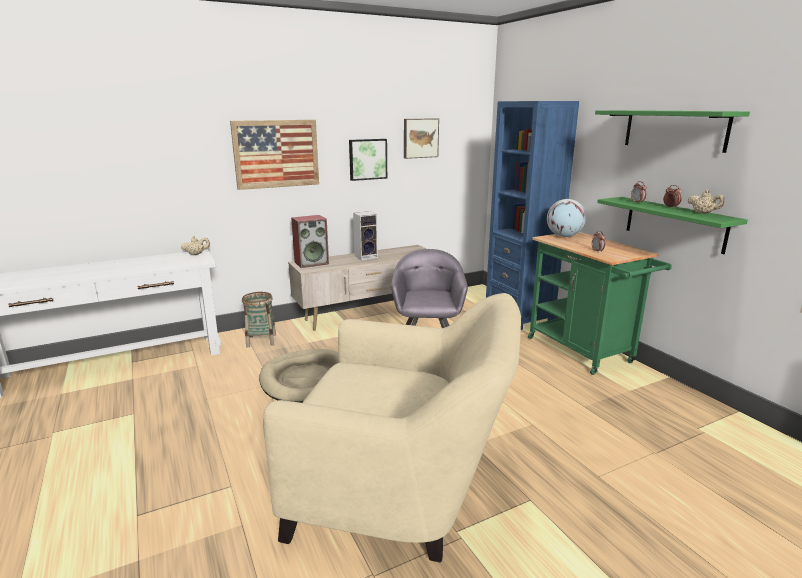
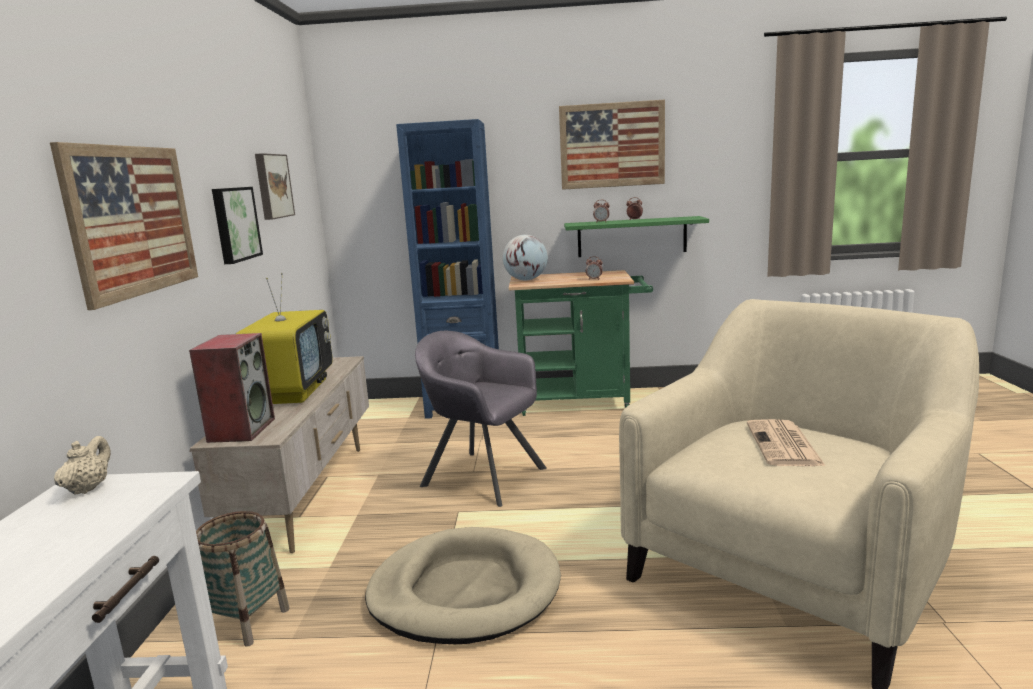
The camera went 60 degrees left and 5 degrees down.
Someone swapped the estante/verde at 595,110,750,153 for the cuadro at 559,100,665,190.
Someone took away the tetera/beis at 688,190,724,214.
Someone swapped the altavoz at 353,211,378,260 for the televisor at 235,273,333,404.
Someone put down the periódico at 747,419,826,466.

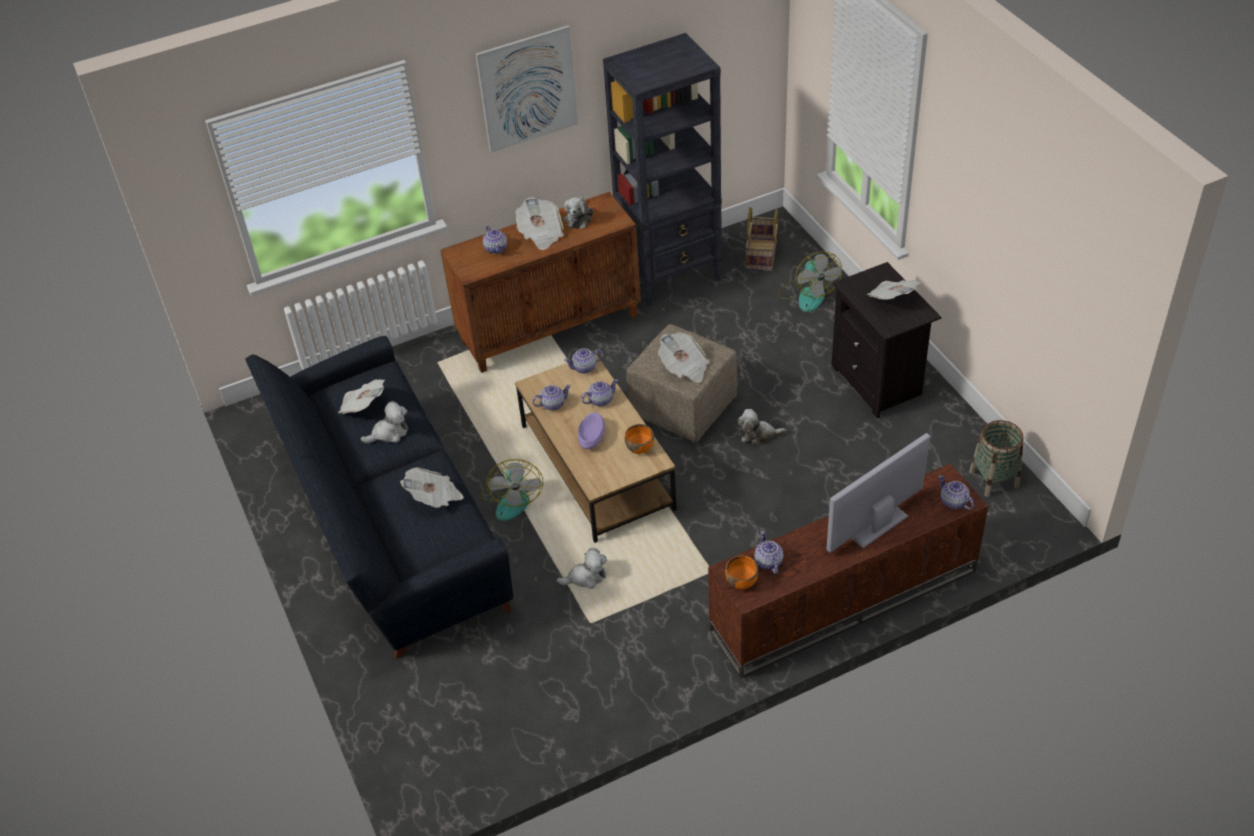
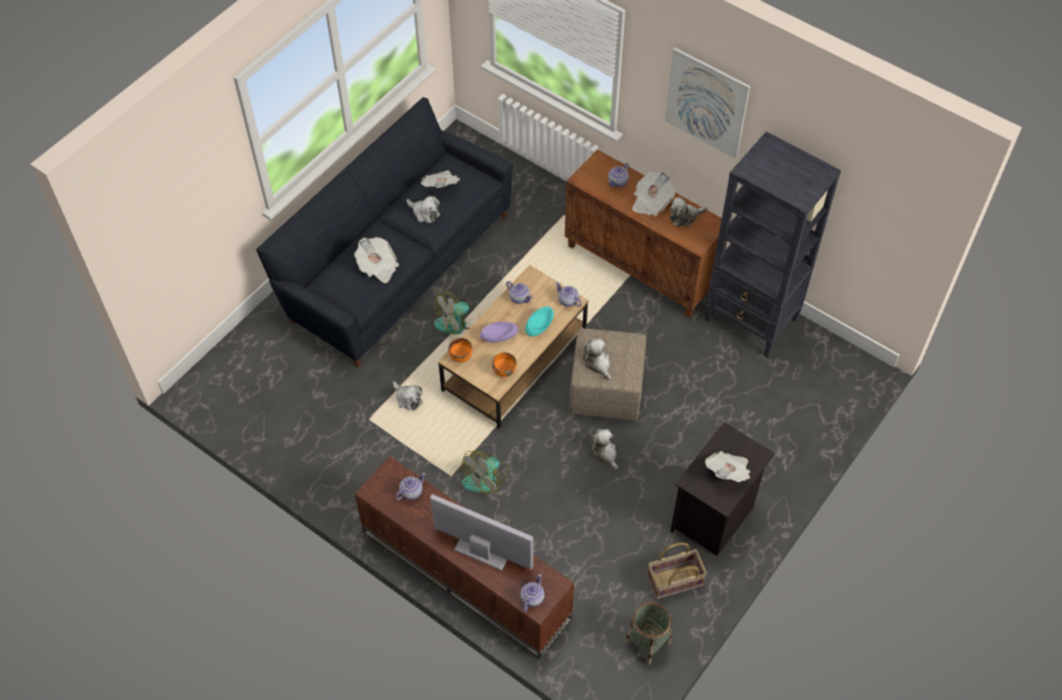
The camera went 60 degrees right and 10 degrees up.
Someone carried the cesta from 745,207,778,272 to 647,543,707,599.
Someone carried the ventilador from 778,252,842,312 to 462,451,509,494.
Someone swapped the periódico at 658,333,709,383 for the peluche at 583,339,611,380.
Someone swapped the tetera at 582,379,618,406 for the cuenco/turquesa at 525,306,554,336.
Someone carried the cuenco/naranja from 725,555,759,589 to 448,338,473,362.

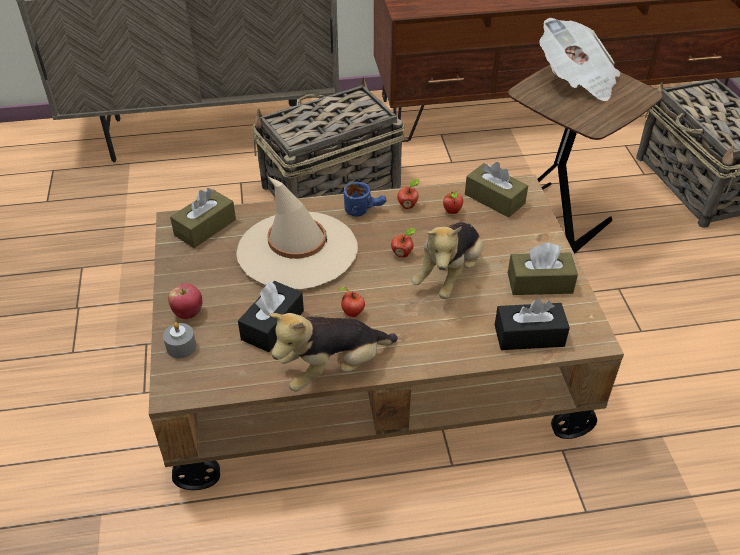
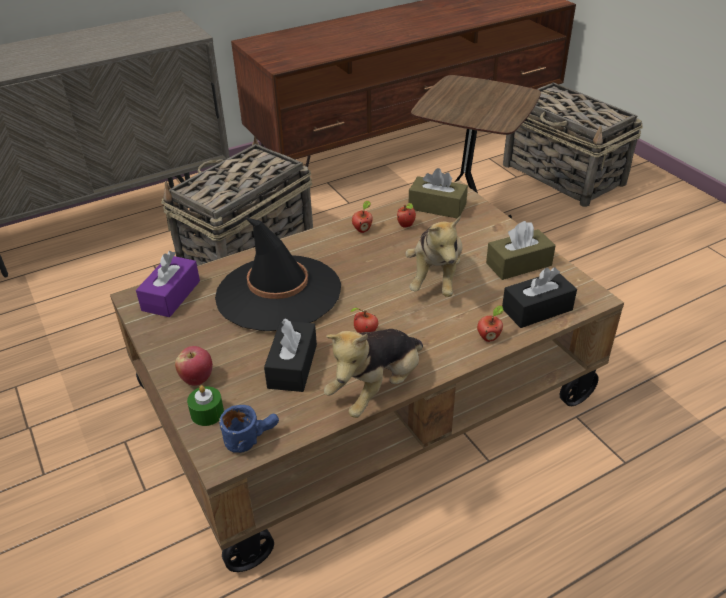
The camera went 20 degrees left and 5 degrees down.
Someone took away the periódico at 539,18,620,101.
Someone repainted the sombrero/beis at 236,176,358,289, which became the sombrero/negro at 215,217,341,331.
Someone carried the taza grande/azul from 343,182,386,217 to 219,405,279,453.
Someone repainted the caja de pañuelos/marrón at 170,188,236,248, which became the caja de pañuelos/morado at 136,251,200,317.
Someone carried the manzana from 391,228,416,257 to 477,306,503,342.
Someone repainted the vela/gris at 163,323,196,359, which became the vela/verde at 187,385,224,426.

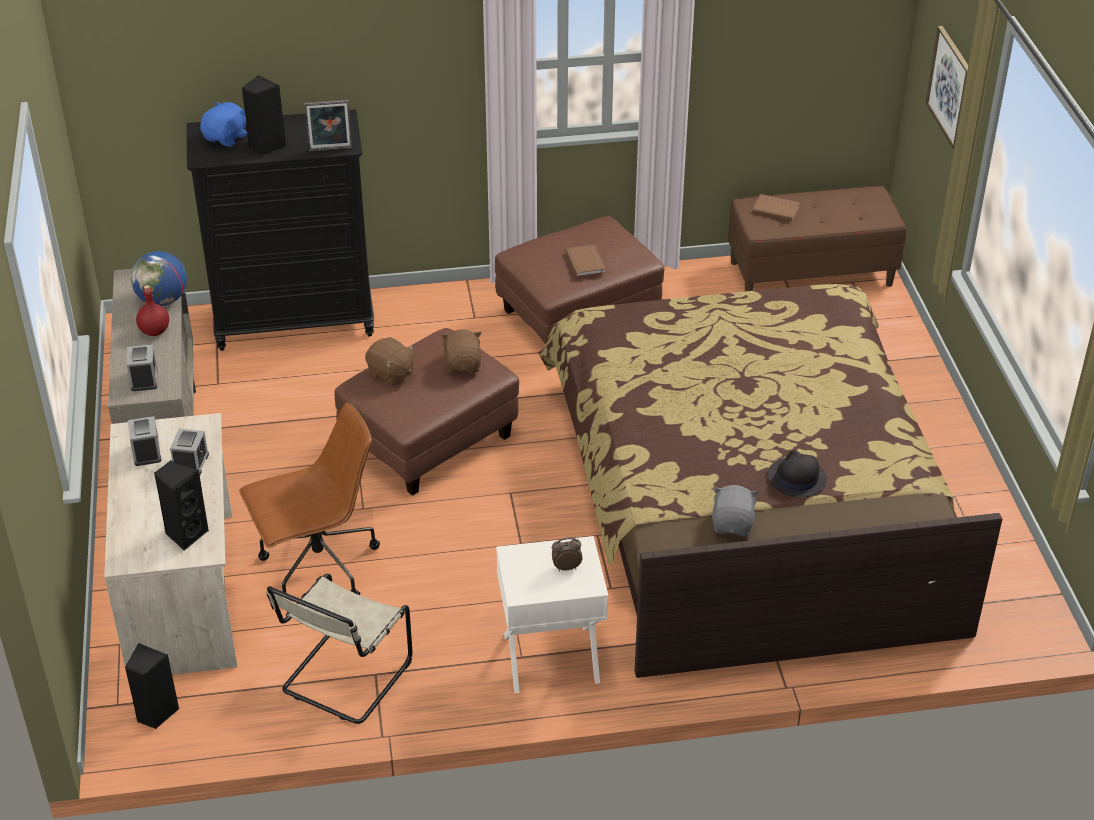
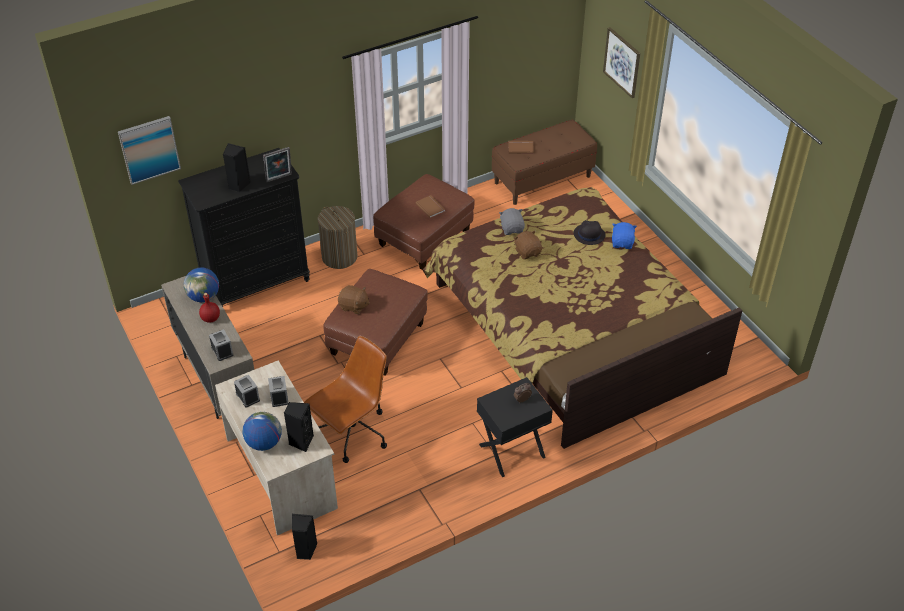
The camera went 20 degrees left and 5 degrees up.
Someone carried the peluche/azul from 200,102,247,147 to 612,222,637,249.
Someone carried the peluche/marrón from 440,329,482,374 to 514,231,542,259.
Someone carried the sombrero/negro from 767,450,827,497 to 573,220,606,245.
Someone carried the peluche/gris from 712,485,759,536 to 499,208,525,235.
Someone repainted the mesita de noche/blanco at 496,536,608,693, which became the mesita de noche/negro at 477,377,553,477.
Someone took away the silla/beis at 266,574,413,724.
Someone put up the cuadro at 118,116,181,185.
Someone put down the cesto de la ropa at 317,206,357,269.
Someone put down the globo terráqueo at 242,412,282,451.

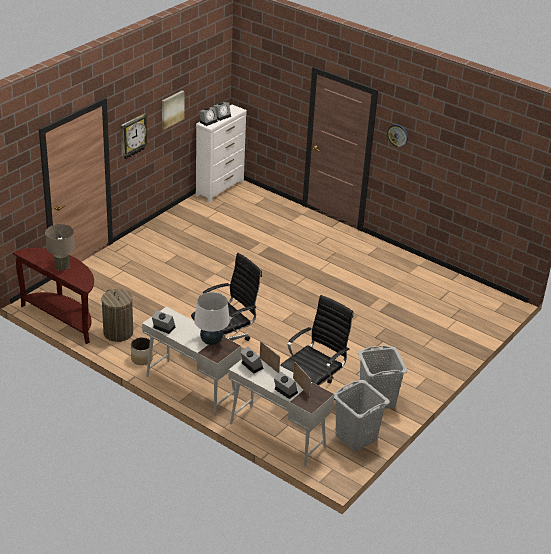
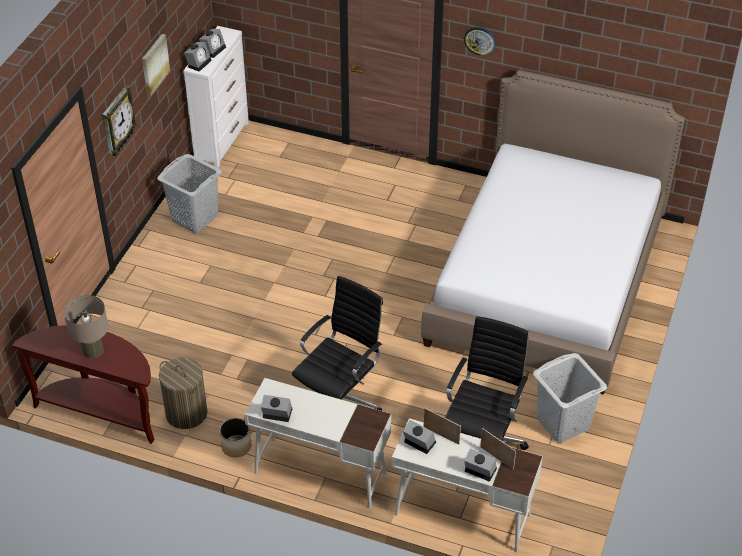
The camera went 15 degrees left and 10 degrees up.
Someone took away the lámpara de mesa/blanco at 194,292,230,345.
Someone carried the cesto de la ropa/gris from 334,380,390,451 to 157,154,222,233.
Someone put down the cama at 421,70,685,395.

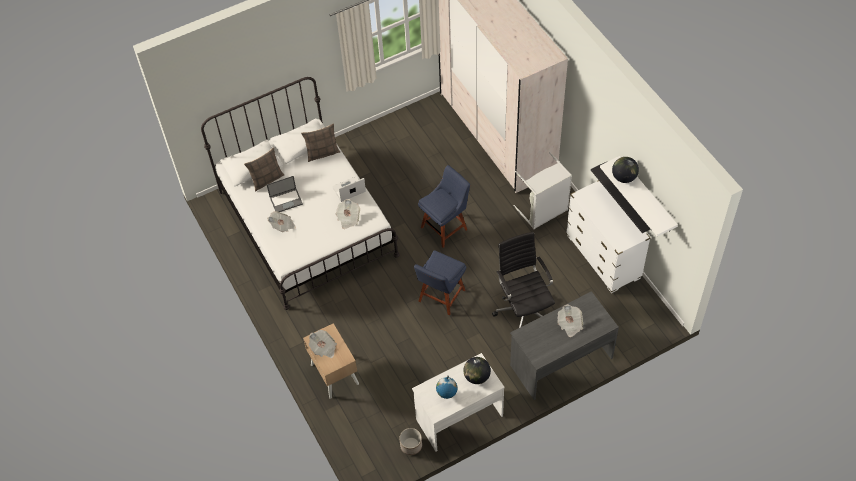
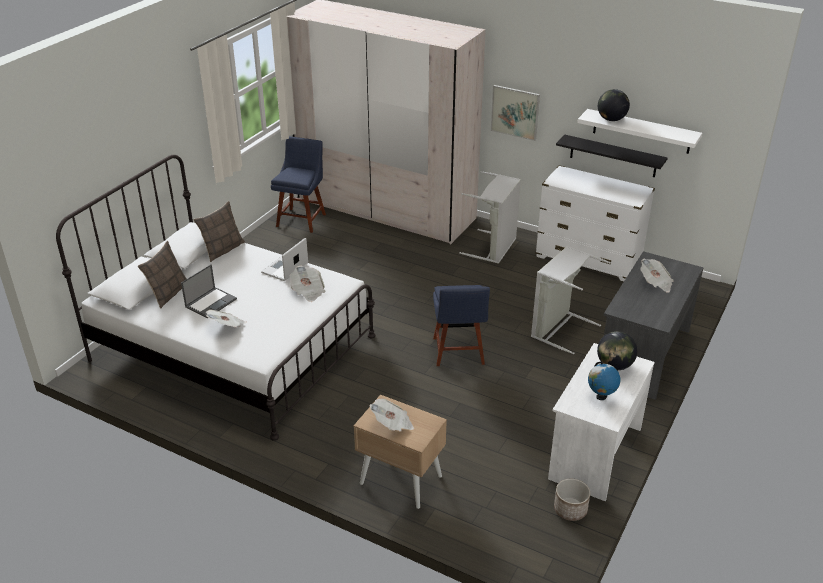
The camera went 35 degrees left and 20 degrees down.
Someone carried the silla/azul from 418,165,470,248 to 271,136,326,233.
Someone swapped the silla de oficina/negro at 492,232,555,328 for the cesto de la ropa/gris at 531,246,611,354.
Someone put up the cuadro at 491,85,540,141.

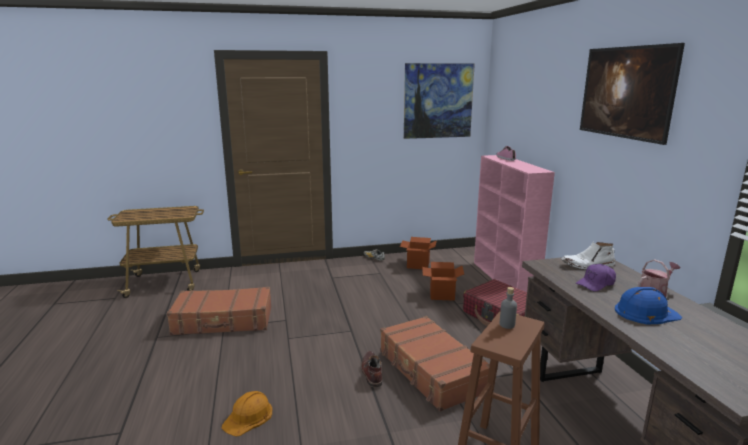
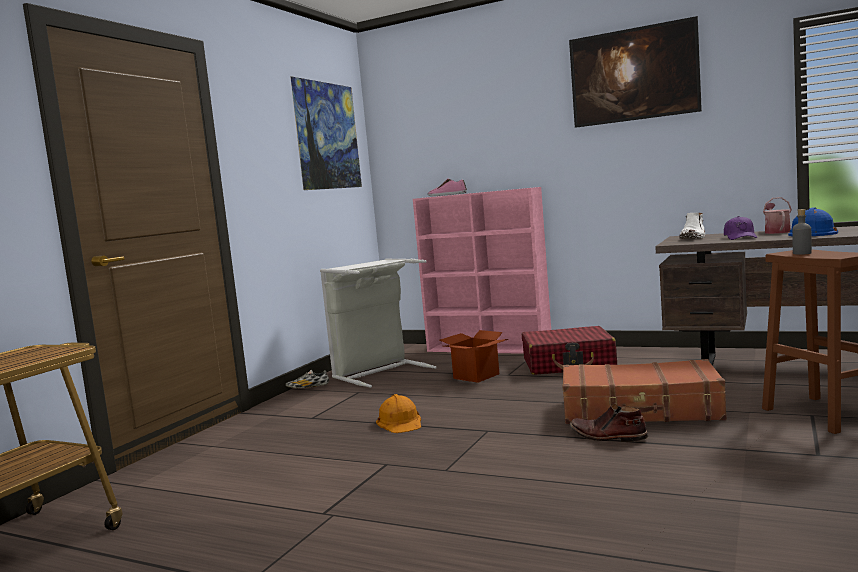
The camera went 50 degrees left and 10 degrees down.
Someone swapped the caja de cartón at 400,237,437,269 for the cesto de la ropa/gris at 320,259,437,388.
Someone took away the maleta/marrón at 167,287,272,335.
Someone carried the casco/naranja from 222,391,272,437 to 376,394,421,433.

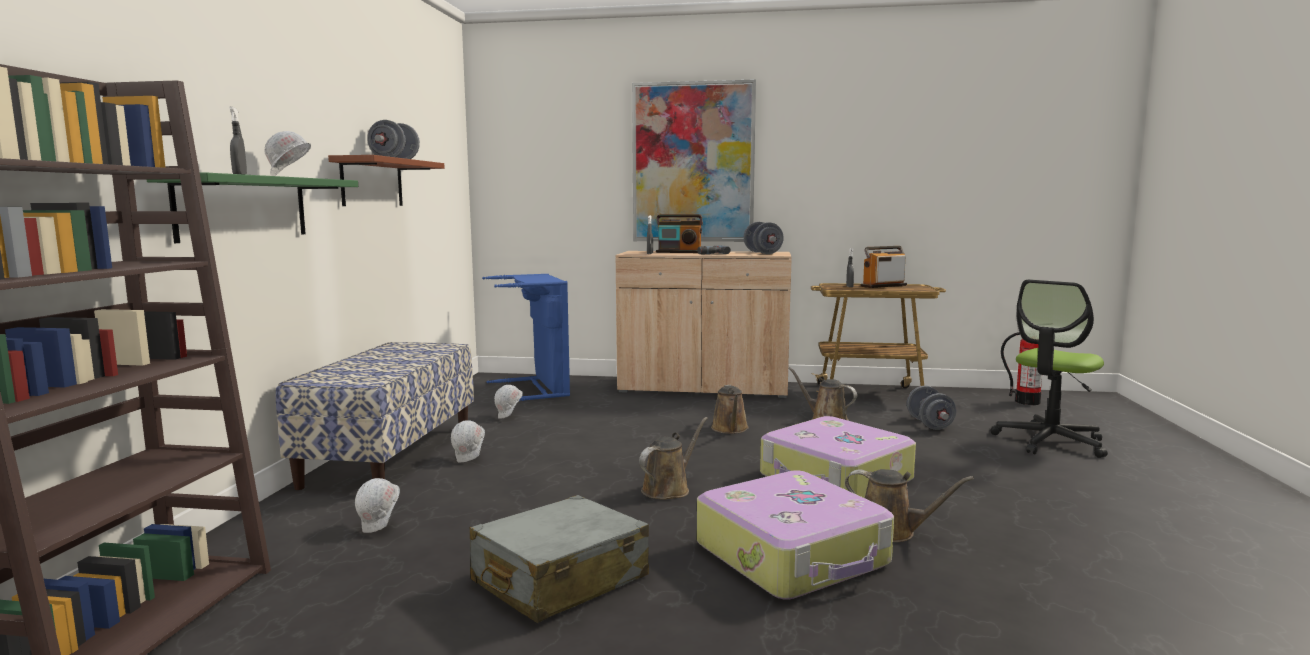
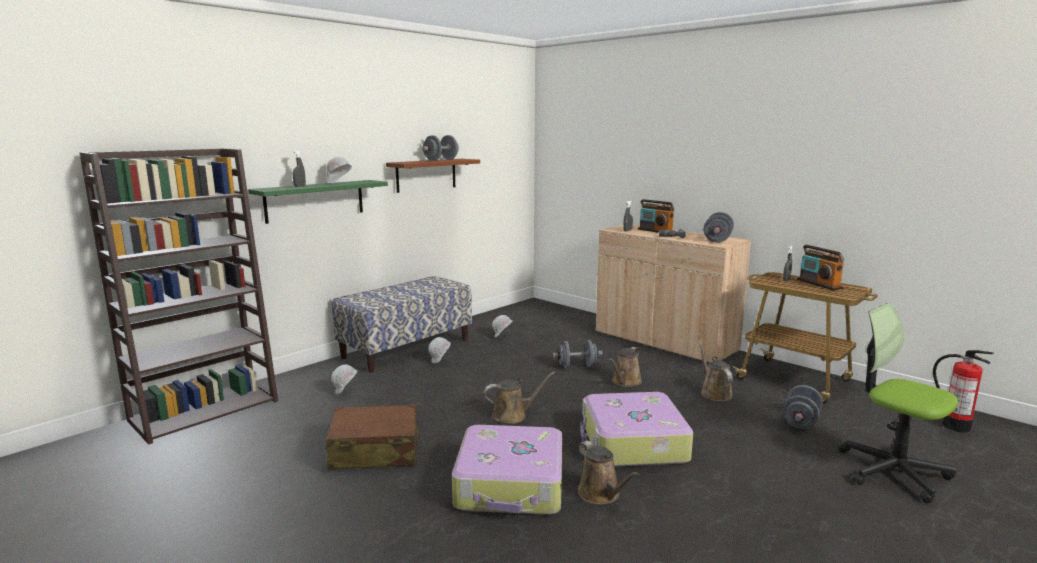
The camera went 35 degrees right and 5 degrees up.
Someone took away the cuadro at 632,79,756,242.
Someone rotated the radio at 860,246,907,288 by 120 degrees counterclockwise.
Someone took away the cesto de la ropa/azul at 482,274,570,401.
Someone rotated the silla de oficina at 991,280,1108,458 by 60 degrees clockwise.
Someone repainted the maleta/gris at 470,495,649,623, which became the maleta/marrón at 325,404,418,470.
Someone put down the mancuerna/gris at 553,340,603,368.

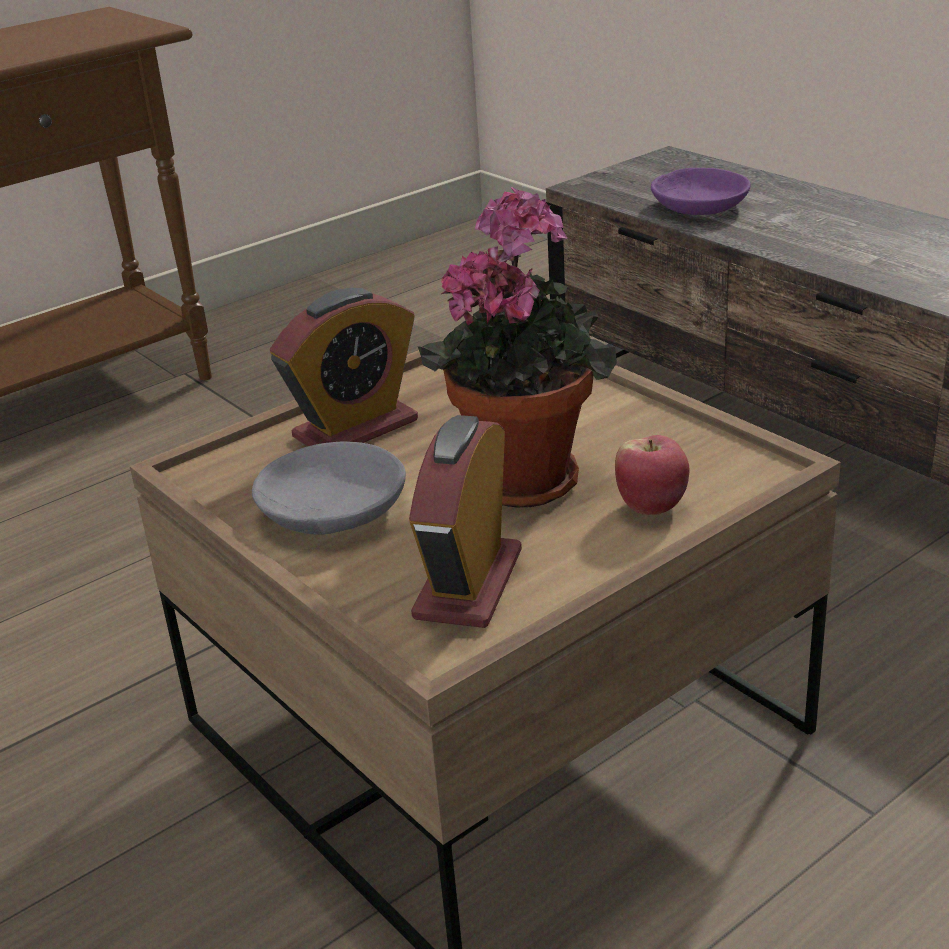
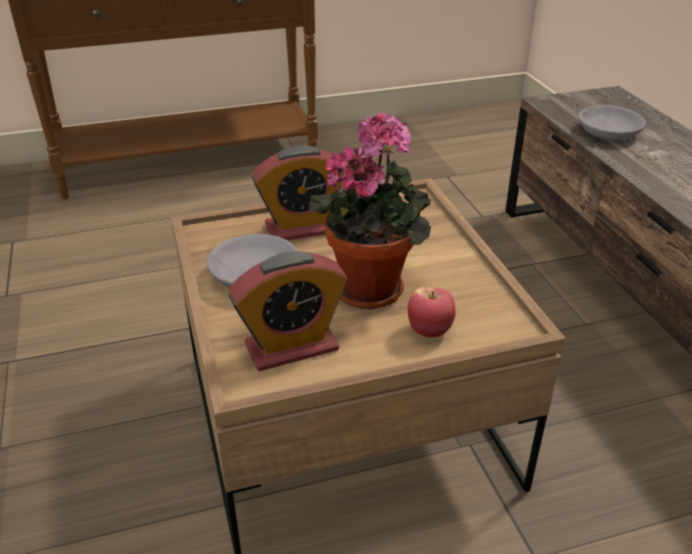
The camera went 20 degrees right and 5 degrees up.
Someone repainted the cuenco/morado at 651,168,751,215, which became the cuenco/gris at 578,105,646,140.
Someone rotated the despertador at 409,415,522,628 by 150 degrees counterclockwise.

